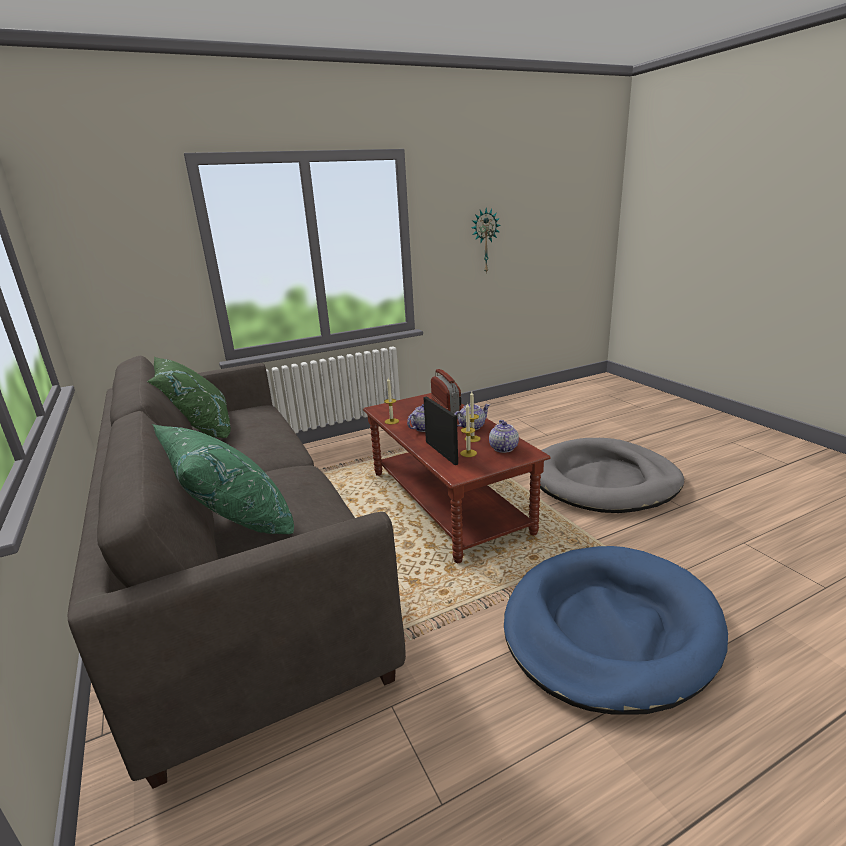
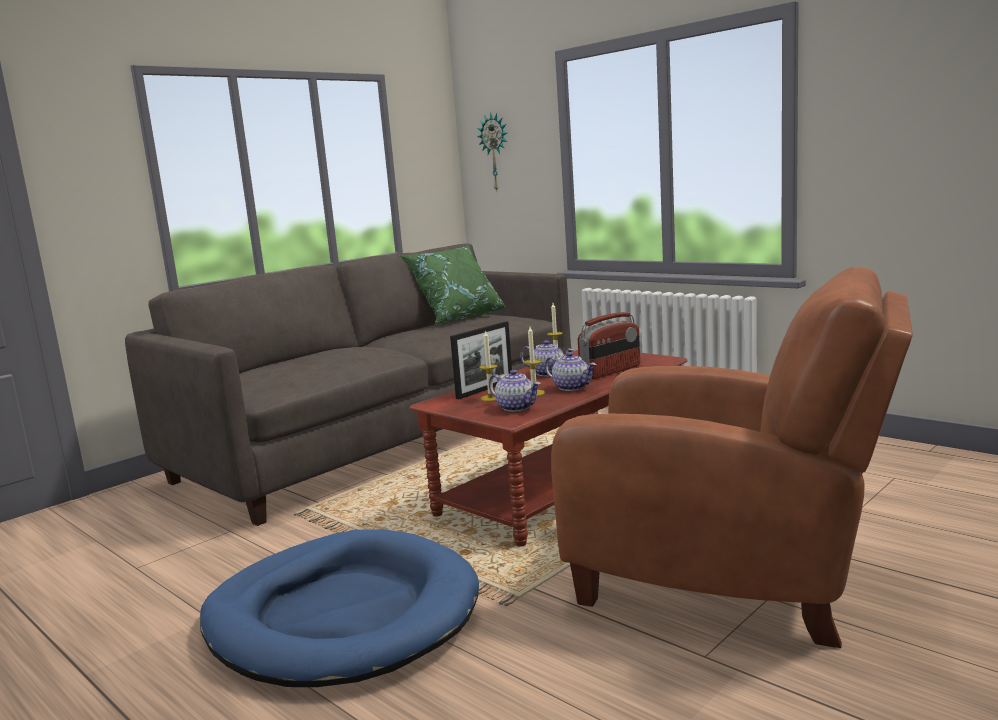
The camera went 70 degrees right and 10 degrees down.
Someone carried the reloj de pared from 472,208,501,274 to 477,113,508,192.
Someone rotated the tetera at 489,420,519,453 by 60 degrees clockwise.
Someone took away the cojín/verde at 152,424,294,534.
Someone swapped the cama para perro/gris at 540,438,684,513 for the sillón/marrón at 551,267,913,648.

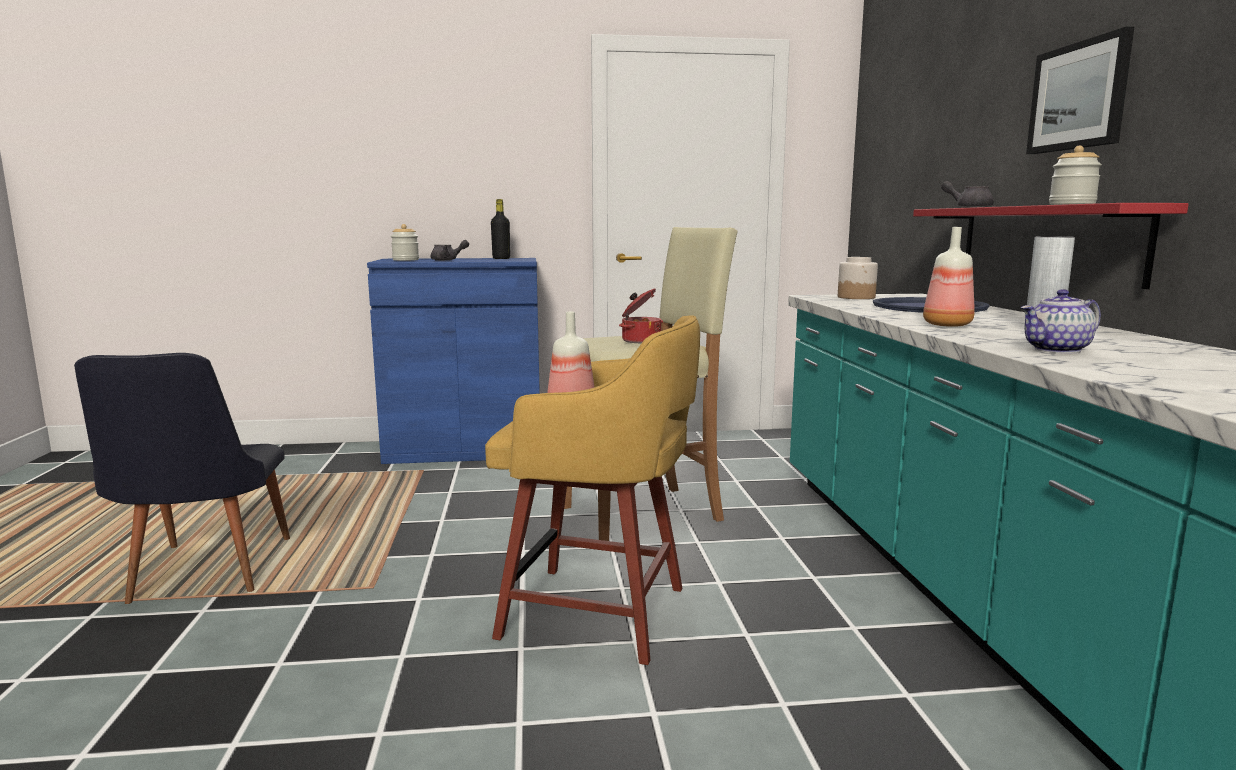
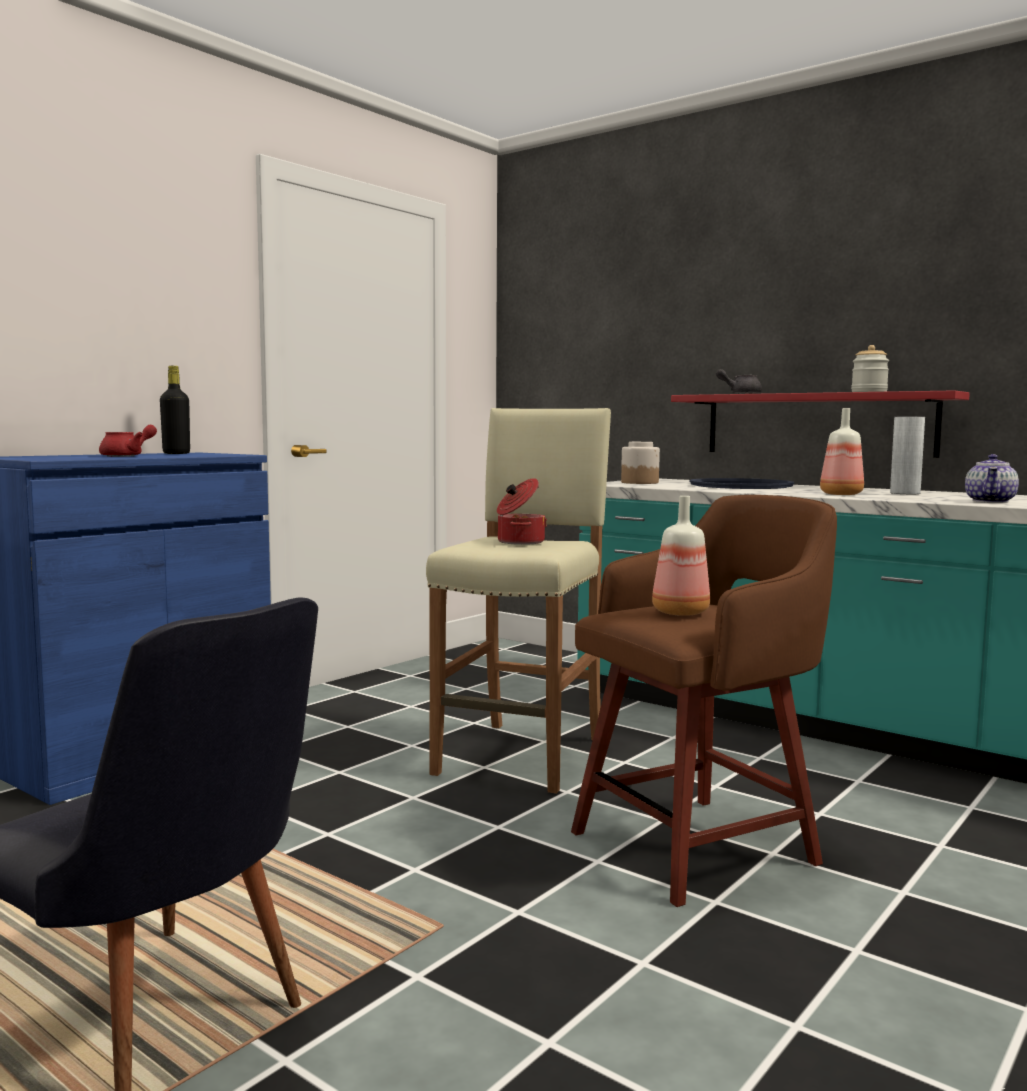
The camera went 45 degrees left and 5 degrees down.
Someone took away the cuadro at 1026,27,1134,154.
Someone took away the tarro at 391,224,419,261.
Someone repainted the tetera/gris at 431,240,469,261, which became the tetera/rojo at 99,425,157,457.
Someone repainted the taburete/amarillo at 485,315,700,665, which became the taburete/marrón at 571,495,837,907.

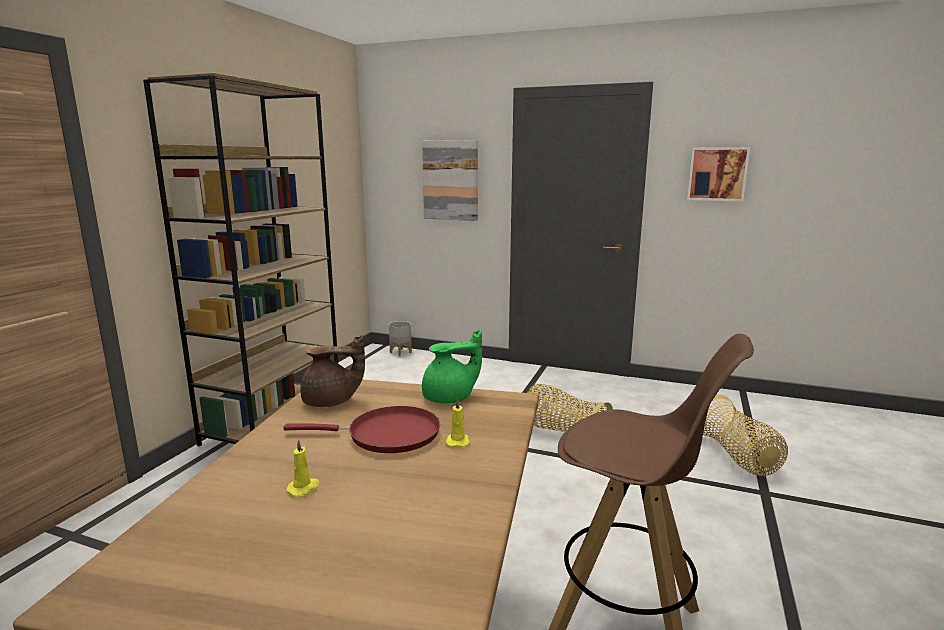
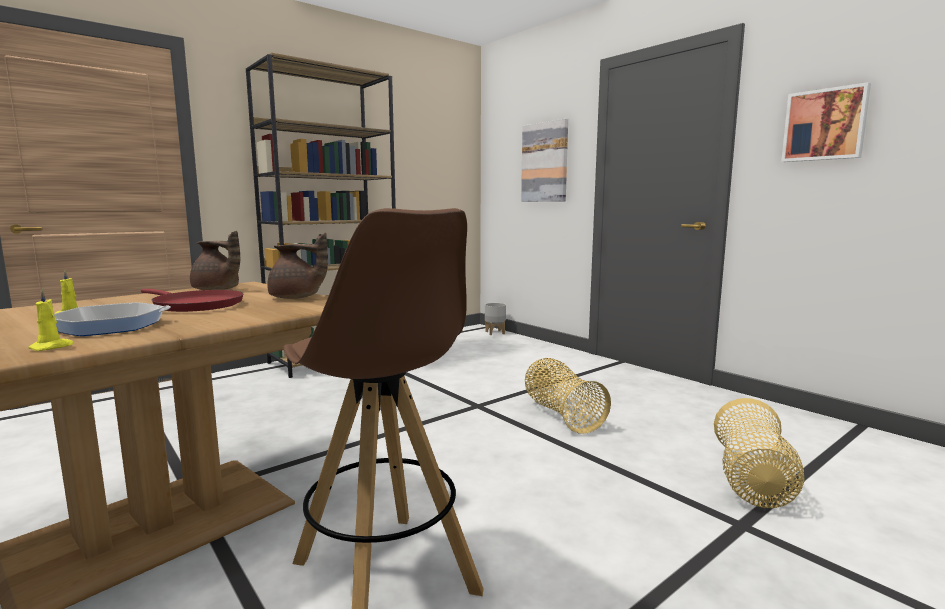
The camera went 30 degrees right and 5 degrees down.
Someone repainted the tetera/verde at 422,329,482,403, which became the tetera/marrón at 267,232,328,299.
Someone carried the vela/amarillo from 445,398,470,447 to 28,289,74,351.
Someone put down the sartén at 54,302,171,336.

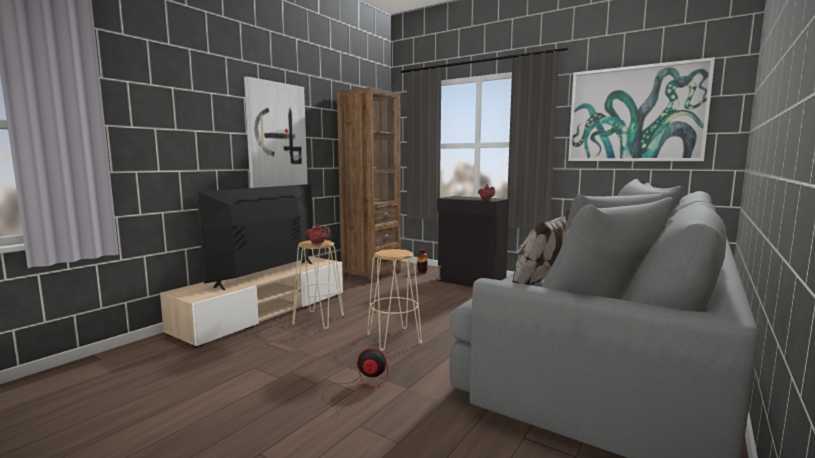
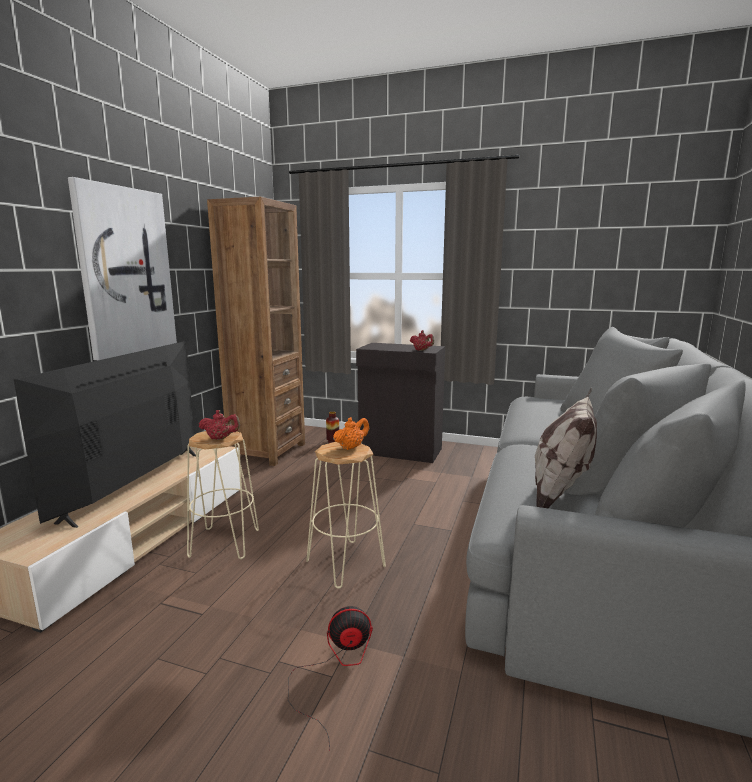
The camera went 15 degrees left and 5 degrees up.
Someone took away the cuadro at 568,57,715,161.
Someone put down the tetera/naranja at 333,417,369,450.

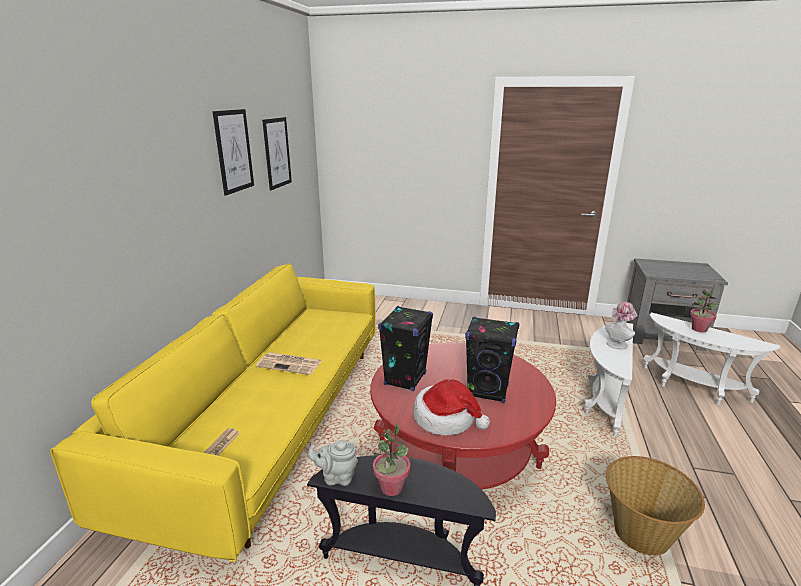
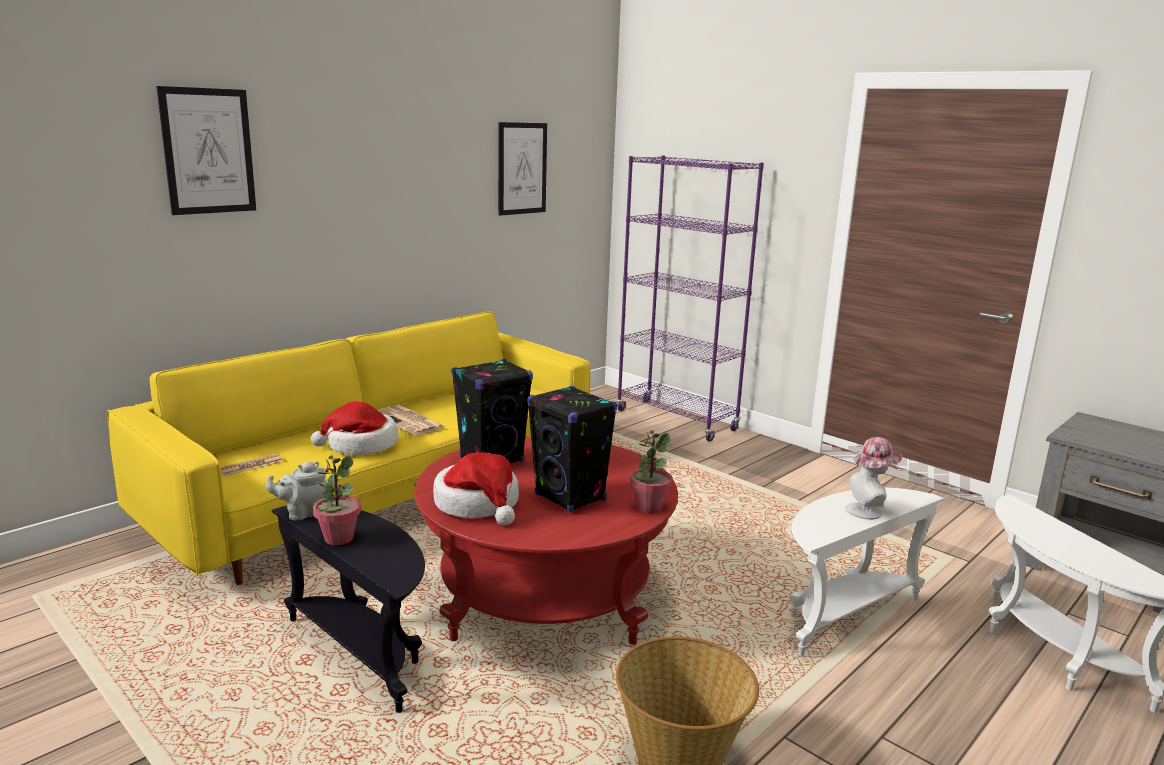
The camera went 30 degrees right and 5 degrees down.
Someone carried the cuadro from 212,109,254,196 to 156,86,256,215.
Someone carried the planta en maceta from 690,289,718,332 to 629,430,673,514.
Someone rotated the tetera/gris at 308,440,358,486 by 60 degrees counterclockwise.
Someone put down the estantería/morado at 616,156,764,442.
Someone put down the sombrero at 311,401,399,455.

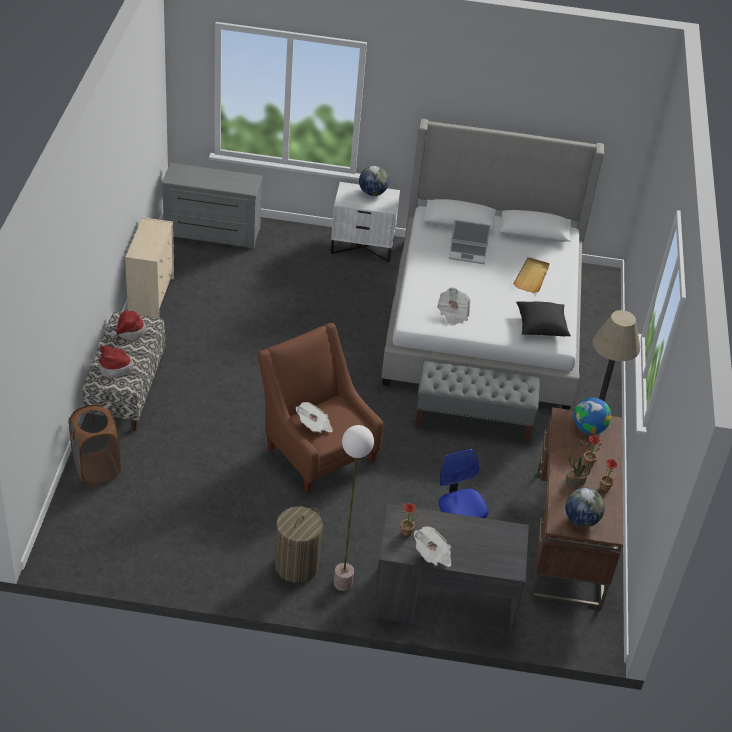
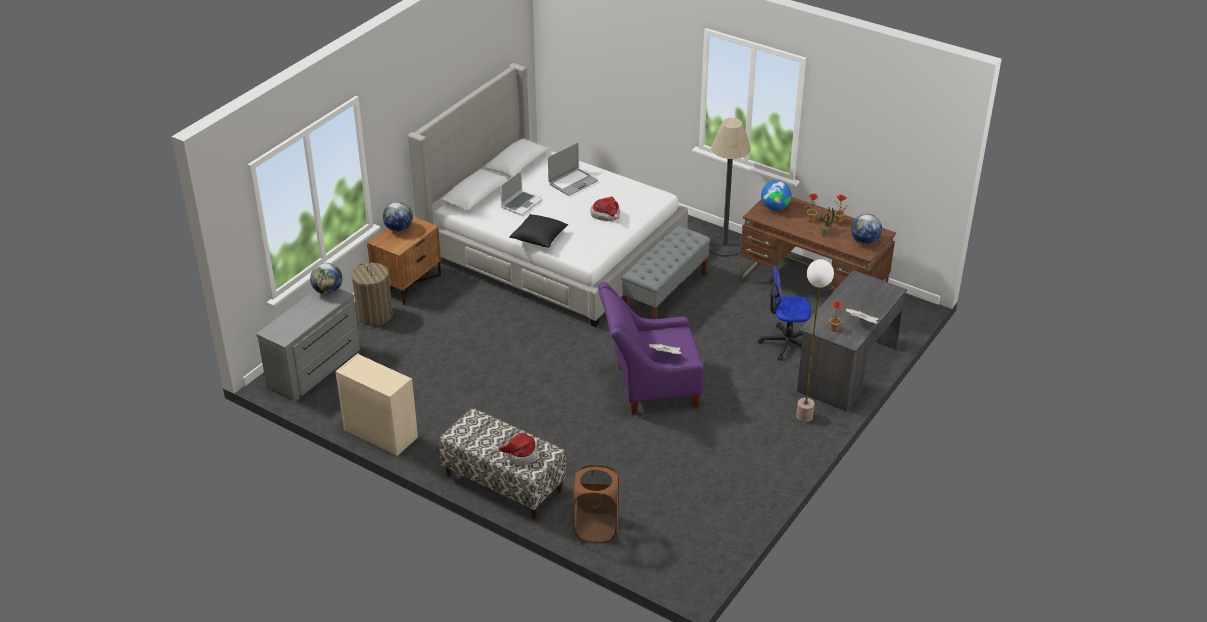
The camera went 60 degrees left and 5 degrees down.
Someone repainted the mesita de noche/blanco at 331,182,400,262, which became the mesita de noche/marrón at 367,216,441,305.
Someone swapped the bandeja/beis at 513,257,550,293 for the portátil at 548,143,598,196.
Someone took away the periódico at 437,288,470,326.
Someone carried the cojín/negro from 516,302,571,337 to 509,214,569,248.
Someone carried the sombrero from 110,310,147,340 to 590,197,620,221.
Someone repainted the sillón/marrón at 257,323,383,493, which became the sillón/morado at 598,282,704,415.
Someone carried the cesto de la ropa from 275,507,323,583 to 352,263,393,326.
Someone put down the globo terráqueo at 310,263,342,295.

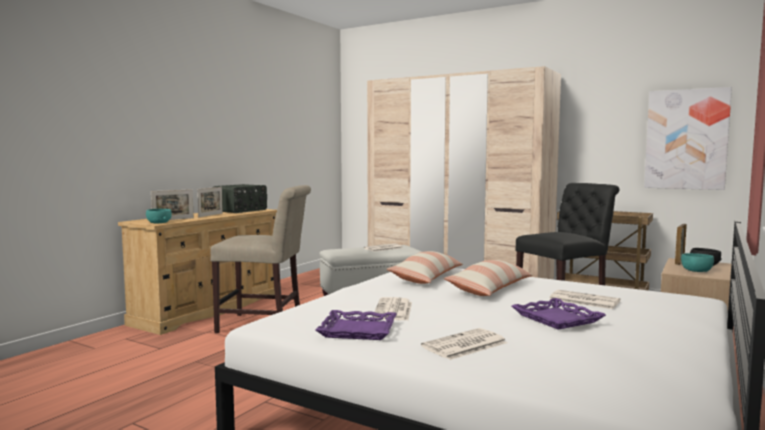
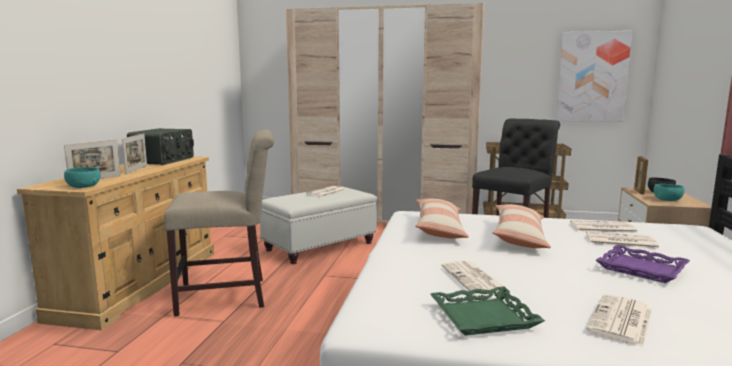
The camera went 20 degrees left and 5 degrees up.
Someone repainted the bandeja/morado at 316,310,397,340, which became the bandeja/verde at 430,286,545,336.
Someone put down the periódico at 570,220,637,233.

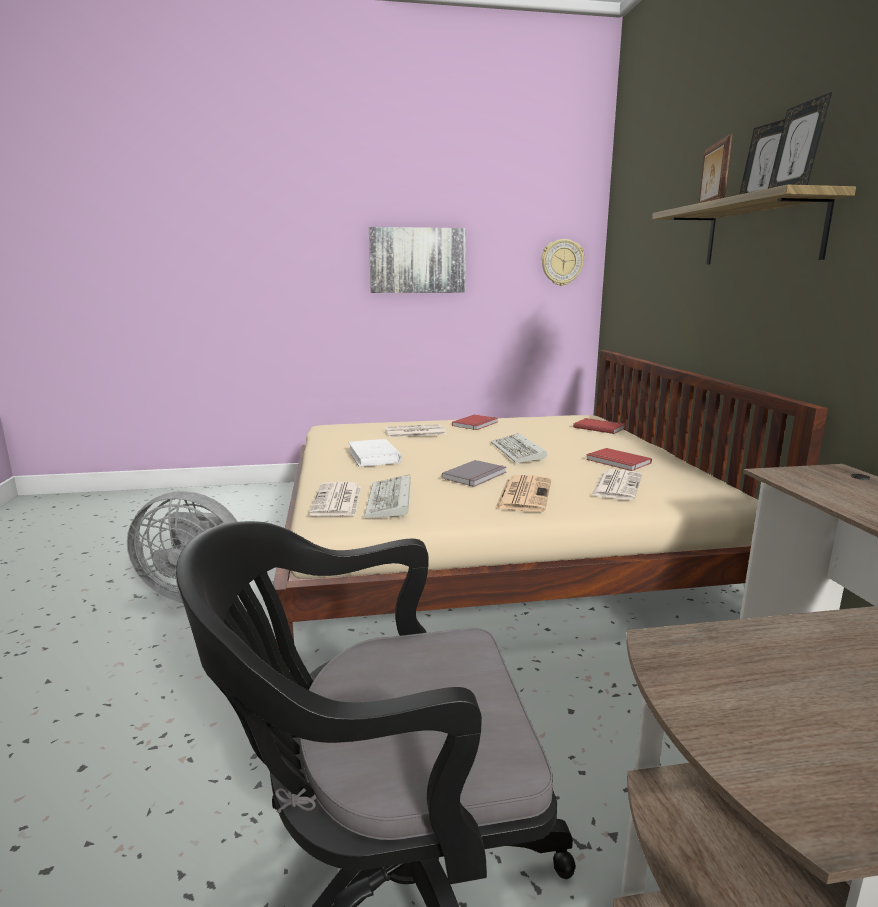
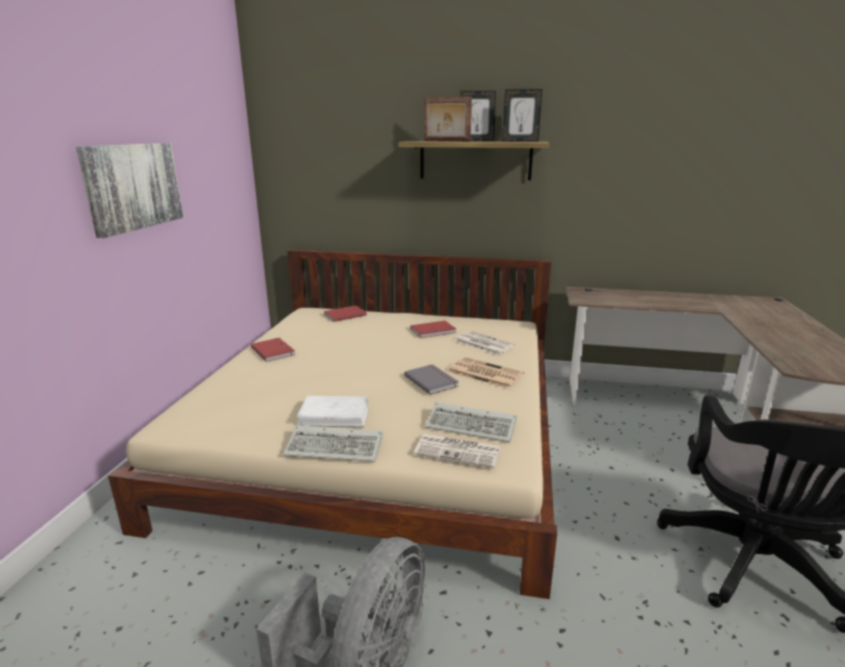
The camera went 70 degrees left and 5 degrees up.
Someone took away the reloj de pared at 541,239,585,286.
Someone took away the periódico at 385,424,446,438.
Someone carried the teclado from 491,433,547,463 to 283,426,383,462.

